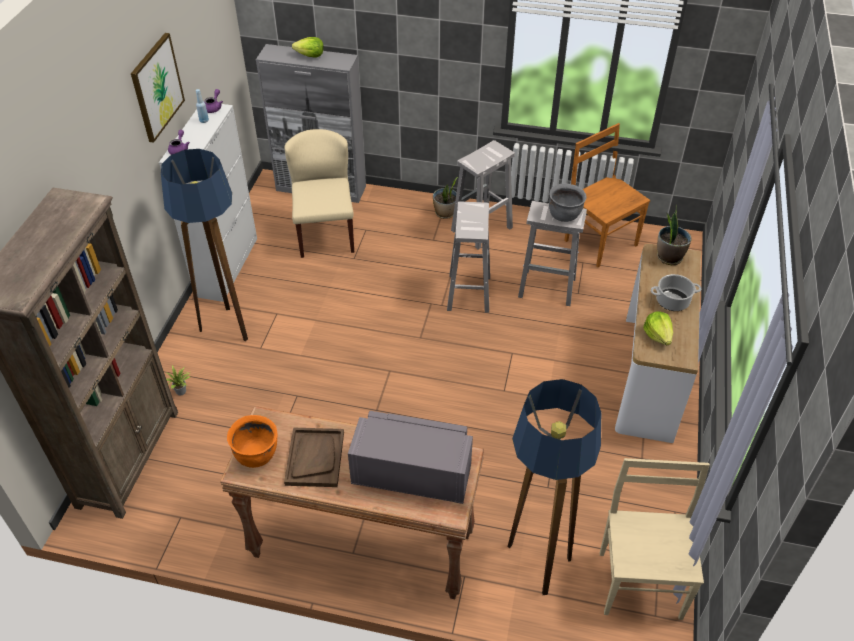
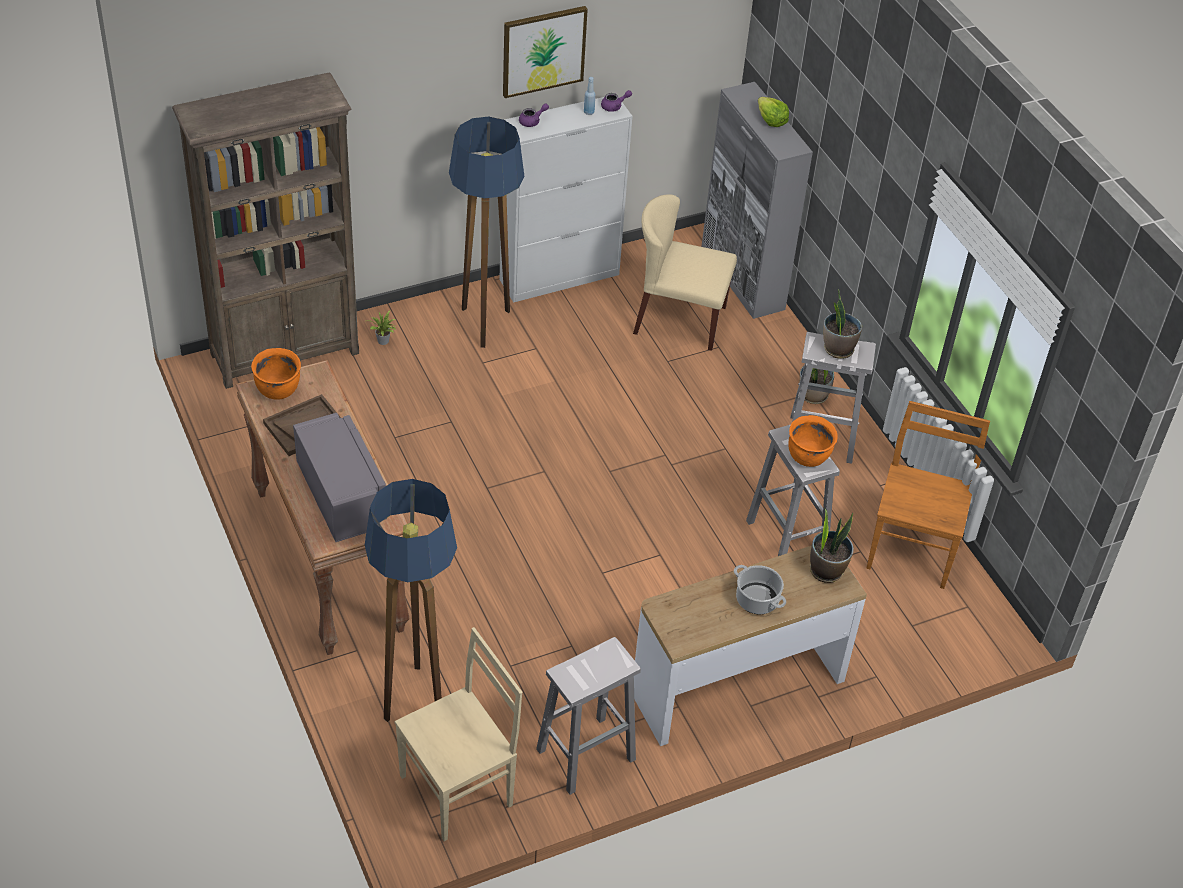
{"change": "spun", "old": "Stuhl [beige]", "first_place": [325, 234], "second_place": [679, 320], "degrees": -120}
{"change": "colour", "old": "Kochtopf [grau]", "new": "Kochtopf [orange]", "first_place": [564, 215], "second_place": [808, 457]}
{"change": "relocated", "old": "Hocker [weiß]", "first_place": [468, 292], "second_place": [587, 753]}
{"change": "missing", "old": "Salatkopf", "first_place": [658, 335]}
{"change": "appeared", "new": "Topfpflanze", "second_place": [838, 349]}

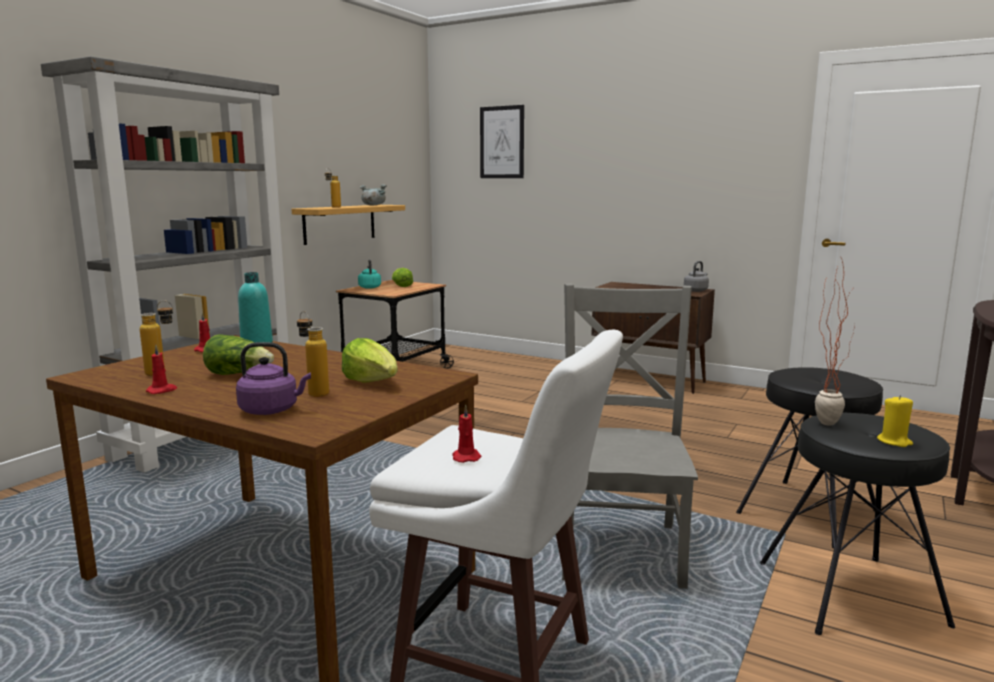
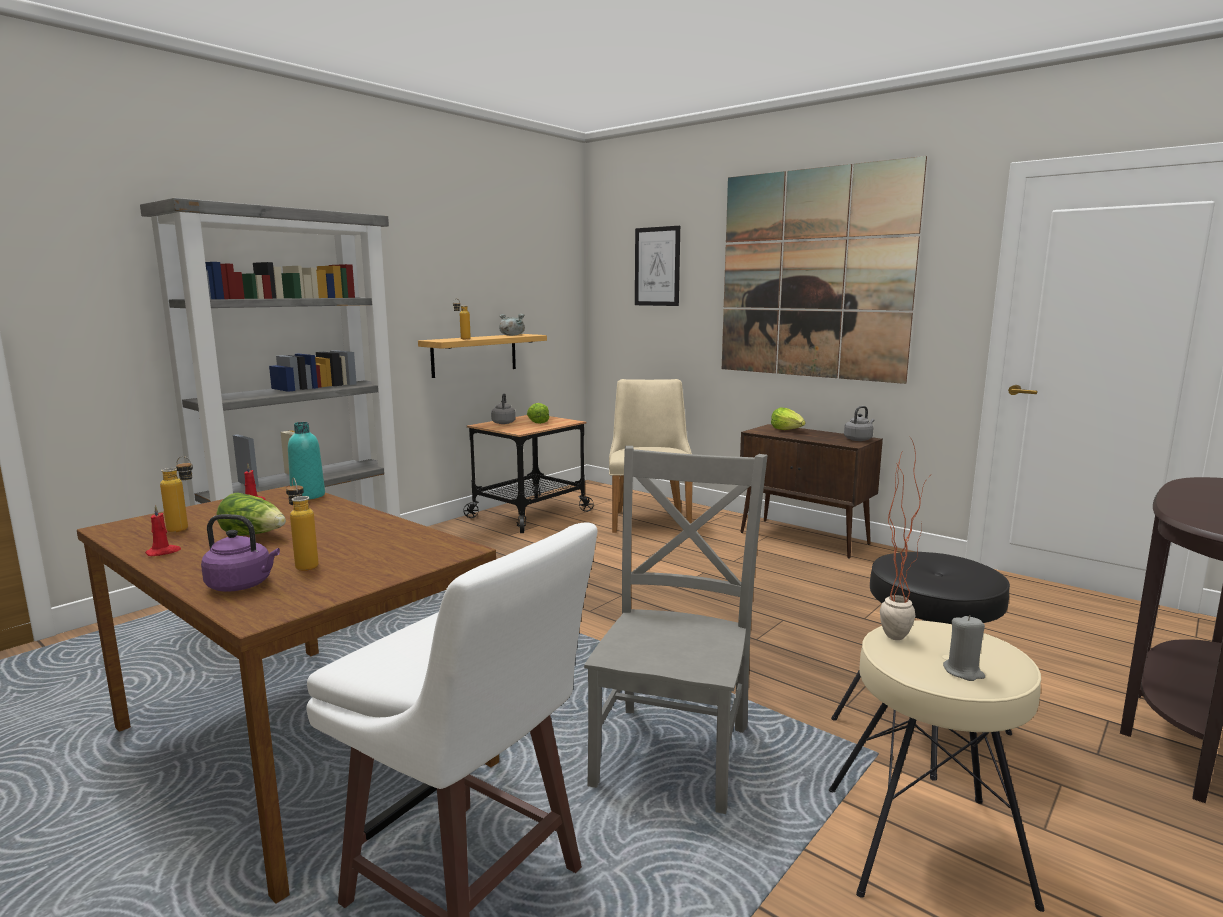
{"change": "colour", "old": "Wasserkessel [türkis]", "new": "Wasserkessel [grau]", "first_place": [369, 287], "second_place": [503, 422]}
{"change": "relocated", "old": "Salatkopf", "first_place": [372, 382], "second_place": [787, 430]}
{"change": "colour", "old": "Kerze [gelb]", "new": "Kerze [grau]", "first_place": [894, 442], "second_place": [963, 672]}
{"change": "missing", "old": "Kerze [rot]", "first_place": [465, 457]}
{"change": "colour", "old": "Hocker [schwarz]", "new": "Hocker [beige]", "first_place": [850, 594], "second_place": [925, 845]}
{"change": "appeared", "new": "Bild", "second_place": [813, 274]}
{"change": "appeared", "new": "Stuhl [beige]", "second_place": [650, 519]}

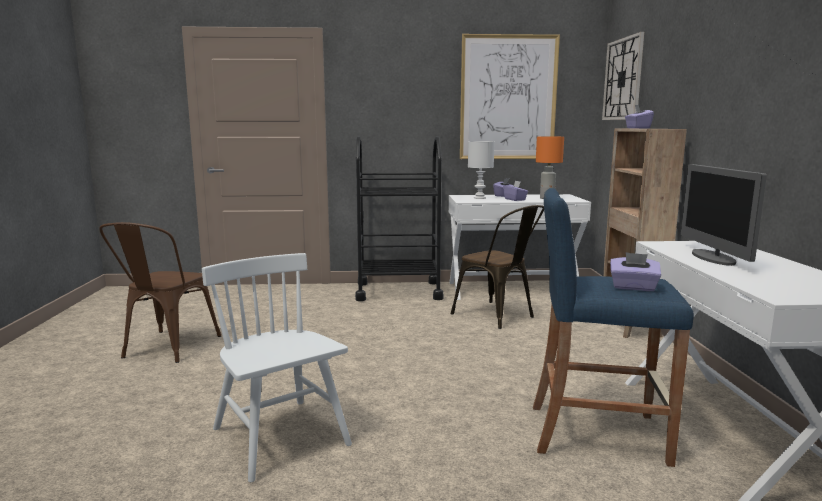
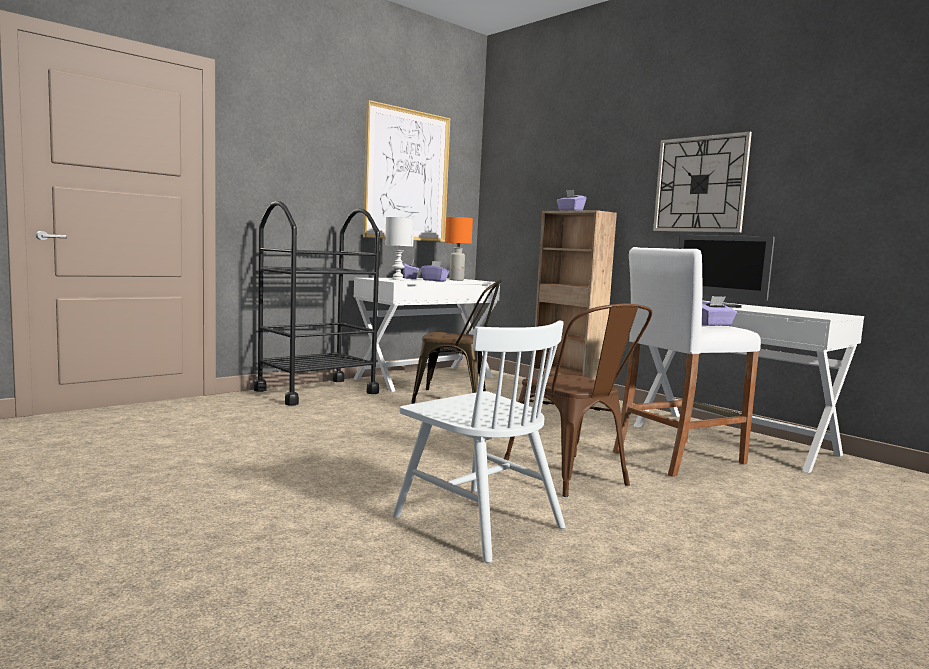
{"change": "relocated", "old": "Wanduhr", "first_place": [623, 79], "second_place": [700, 184]}
{"change": "colour", "old": "Hocker [blau]", "new": "Hocker [weiß]", "first_place": [597, 433], "second_place": [678, 457]}
{"change": "relocated", "old": "Stuhl [braun]", "first_place": [166, 349], "second_place": [573, 478]}
{"change": "spun", "old": "Stuhl [weiß]", "first_place": [280, 437], "second_place": [478, 522], "degrees": -150}

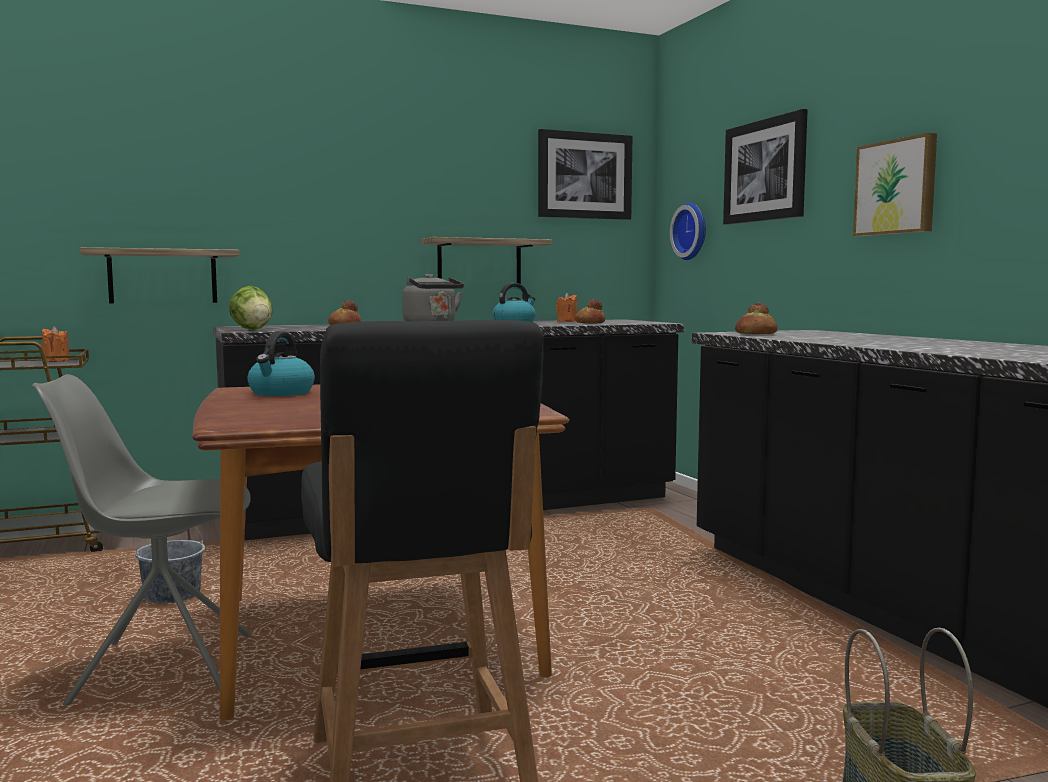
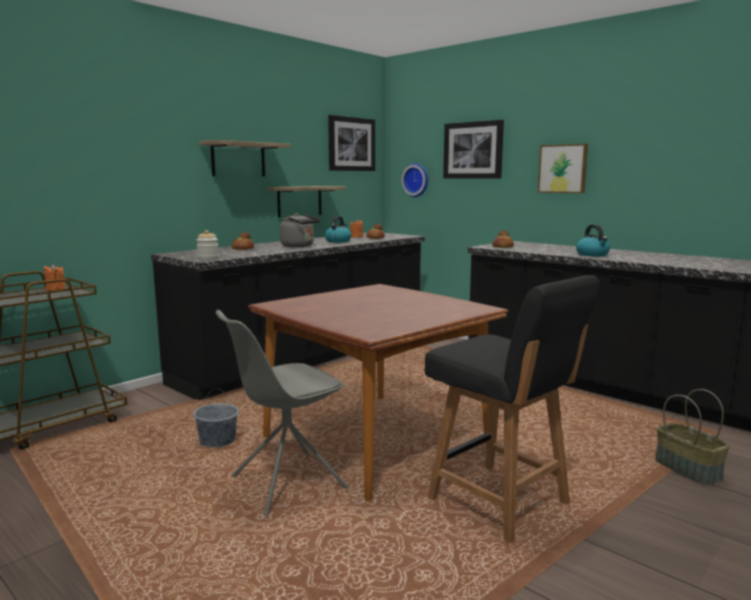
{"change": "relocated", "old": "Wandregal", "first_place": [163, 276], "second_place": [238, 159]}
{"change": "exchanged", "old": "Salatkopf", "new": "Vorratsglas", "first_place": [253, 330], "second_place": [208, 258]}
{"change": "relocated", "old": "Wasserkessel", "first_place": [281, 393], "second_place": [593, 255]}

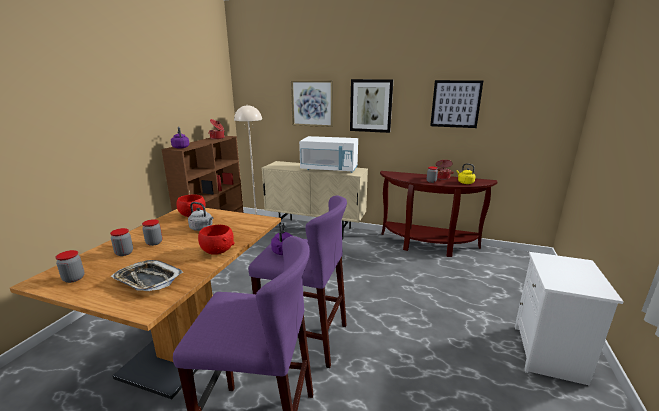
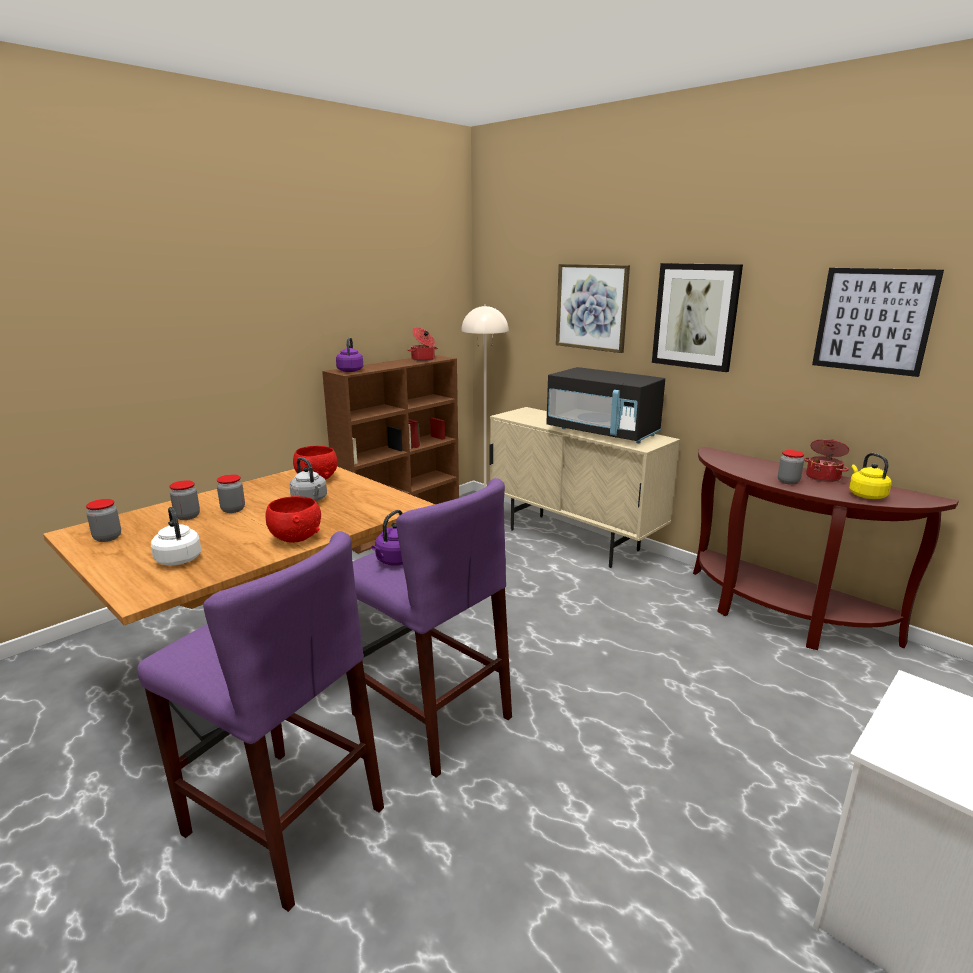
{"change": "colour", "old": "Mikrowelle [weiß]", "new": "Mikrowelle [schwarz]", "first_place": [329, 169], "second_place": [602, 433]}
{"change": "exchanged", "old": "Tablett", "new": "Wasserkessel [weiß]", "first_place": [148, 280], "second_place": [178, 558]}

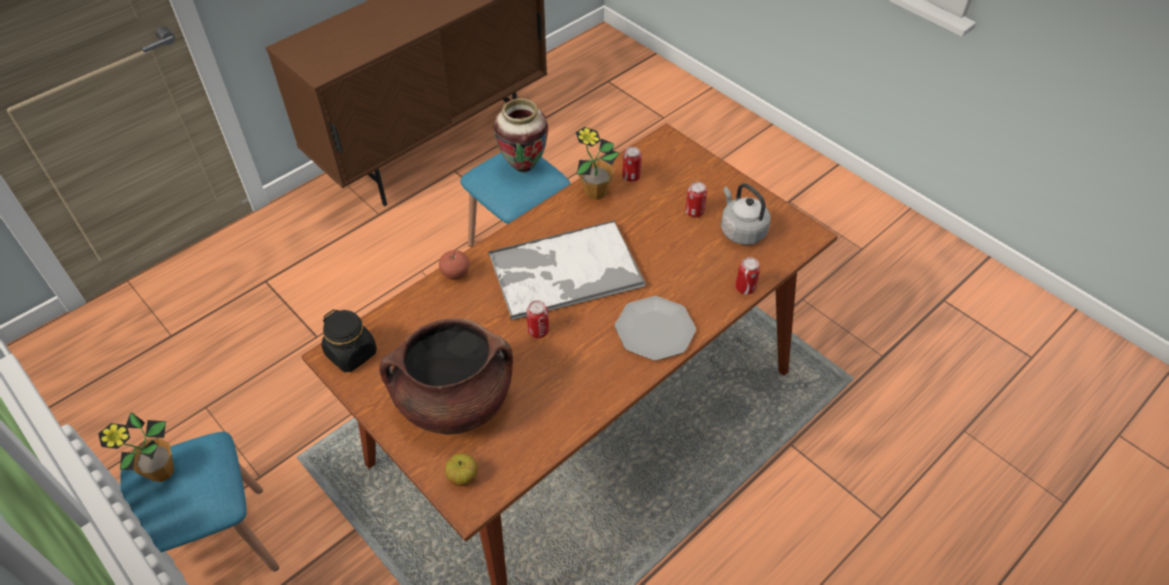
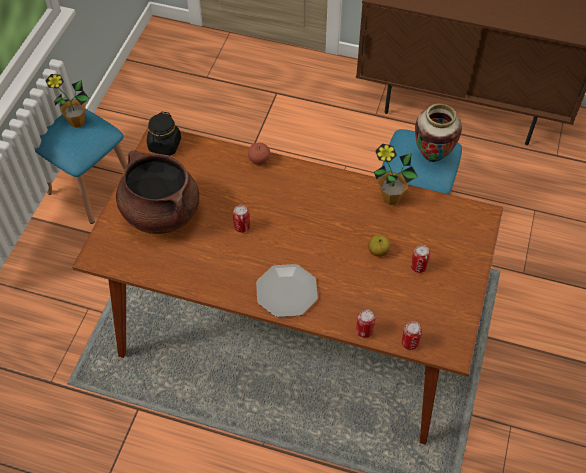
{"change": "relocated", "old": "Dose", "first_place": [631, 176], "second_place": [409, 343]}
{"change": "missing", "old": "Wasserkessel [grau]", "first_place": [741, 230]}
{"change": "missing", "old": "Tablett", "first_place": [564, 271]}
{"change": "relocated", "old": "Apfel", "first_place": [463, 477], "second_place": [378, 251]}

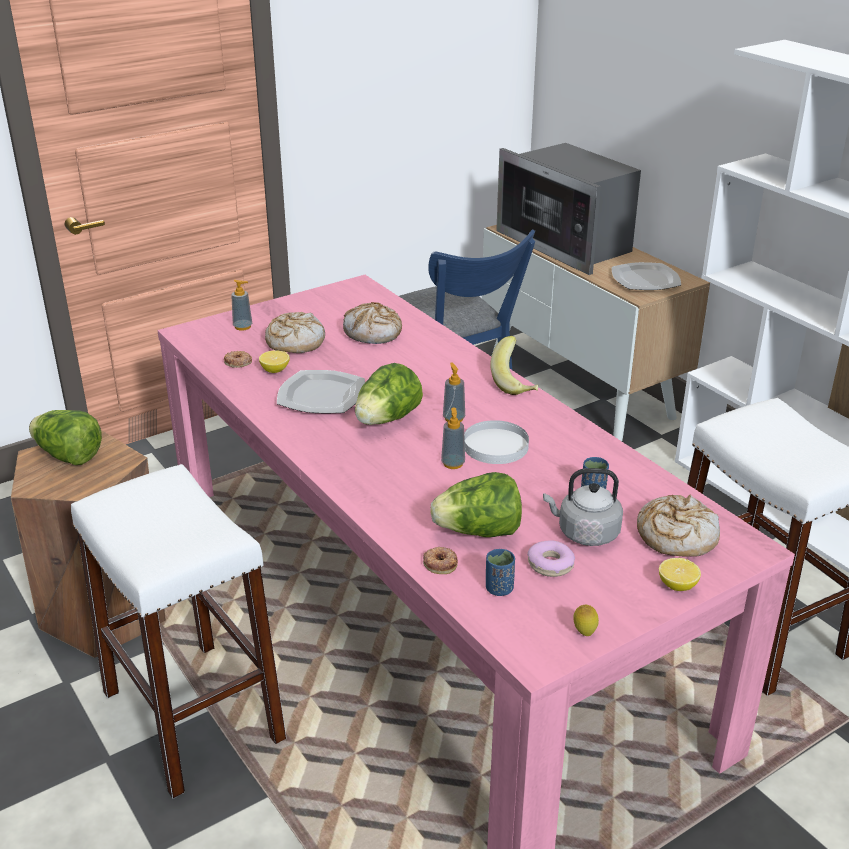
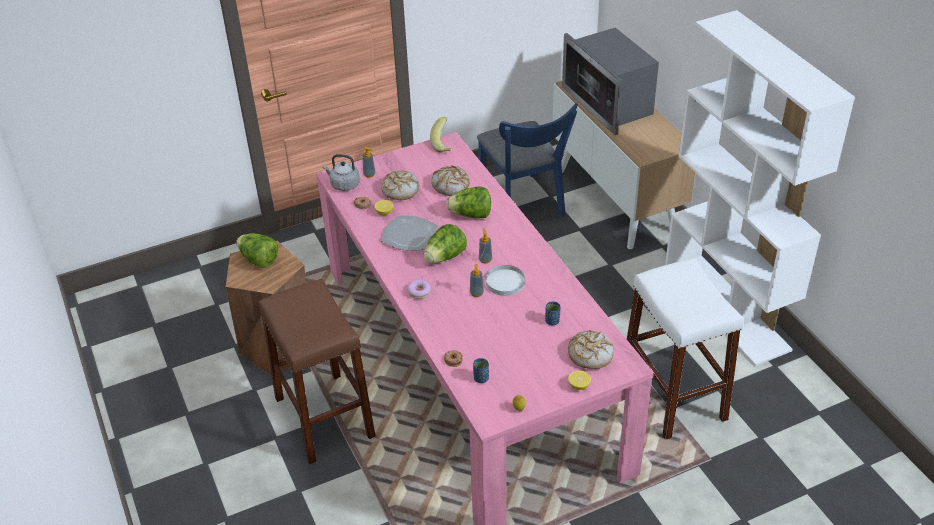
{"change": "missing", "old": "Teller", "first_place": [645, 279]}
{"change": "relocated", "old": "Banane", "first_place": [517, 383], "second_place": [445, 144]}
{"change": "colour", "old": "Hocker [weiß]", "new": "Hocker [braun]", "first_place": [192, 715], "second_place": [324, 417]}
{"change": "relocated", "old": "Wasserkessel [grau]", "first_place": [585, 533], "second_place": [343, 184]}
{"change": "relocated", "old": "Salatkopf", "first_place": [479, 532], "second_place": [471, 215]}
{"change": "relocated", "old": "Donut", "first_place": [550, 564], "second_place": [419, 292]}

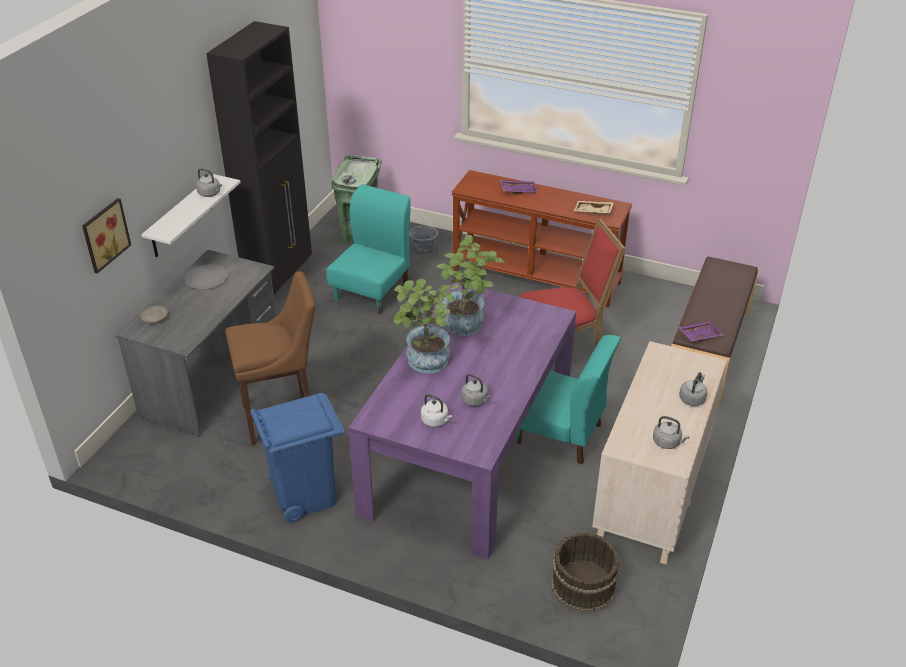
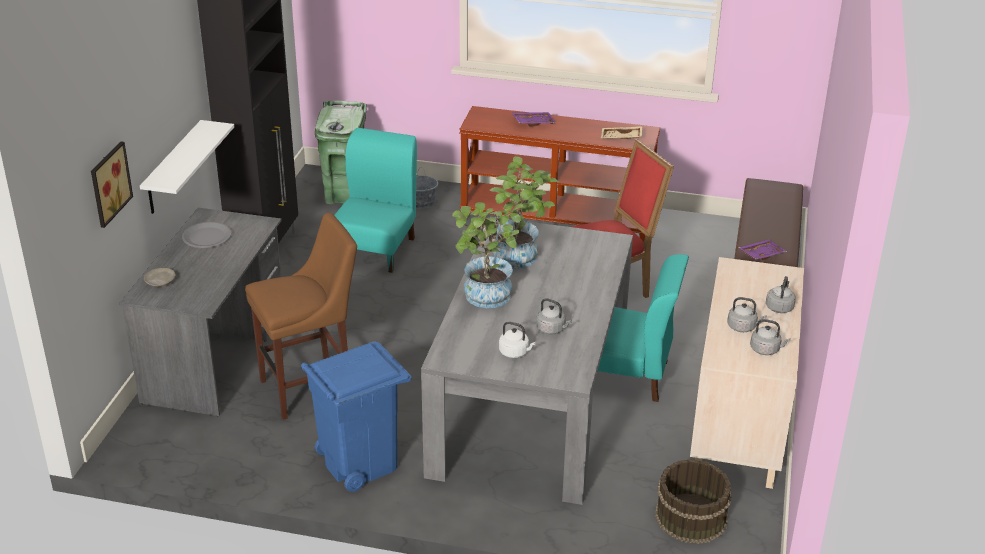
{"change": "relocated", "old": "Wasserkessel [grau]", "first_place": [210, 193], "second_place": [743, 327]}
{"change": "colour", "old": "Esstisch [lila]", "new": "Esstisch [grau]", "first_place": [468, 453], "second_place": [531, 403]}

